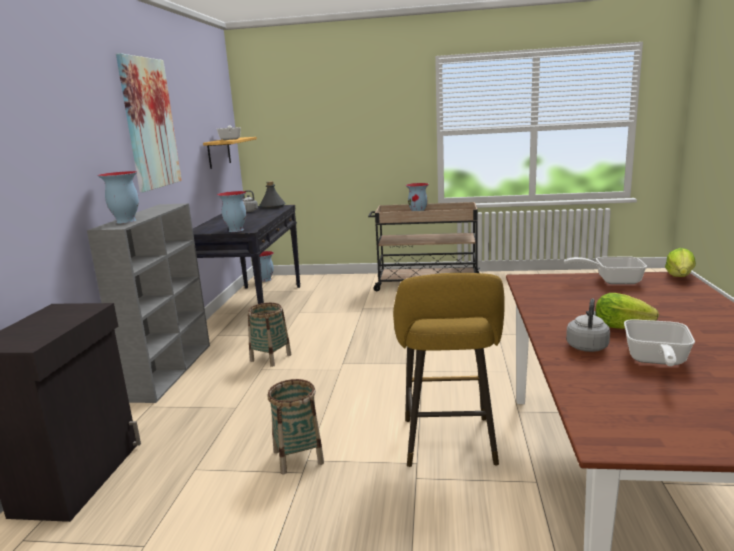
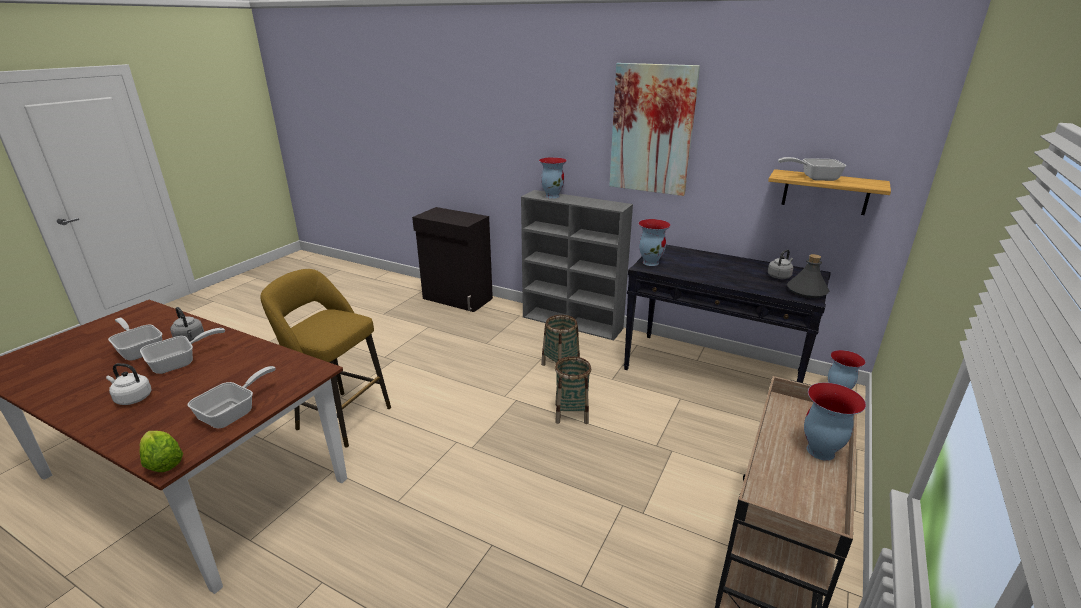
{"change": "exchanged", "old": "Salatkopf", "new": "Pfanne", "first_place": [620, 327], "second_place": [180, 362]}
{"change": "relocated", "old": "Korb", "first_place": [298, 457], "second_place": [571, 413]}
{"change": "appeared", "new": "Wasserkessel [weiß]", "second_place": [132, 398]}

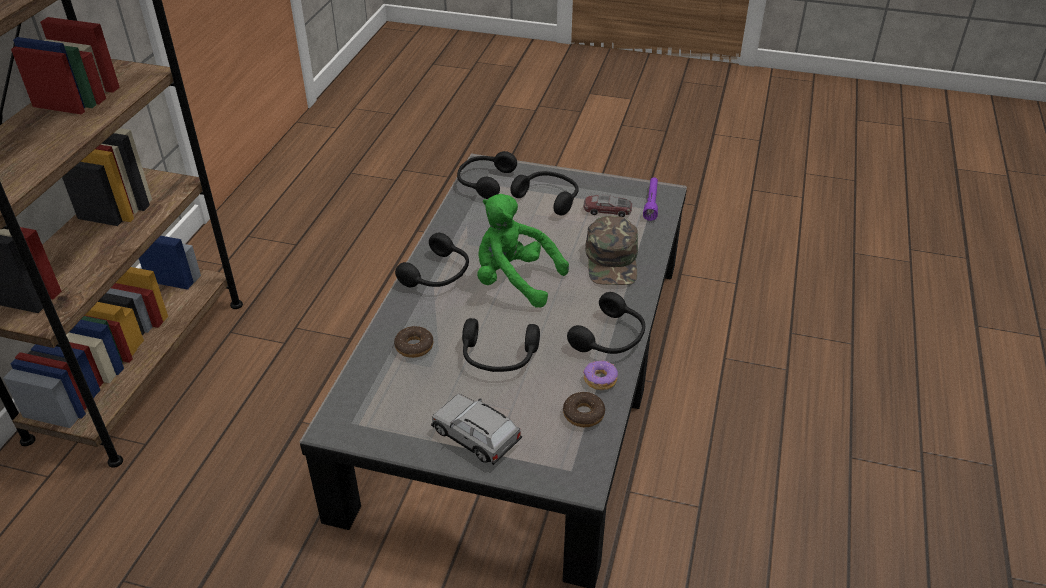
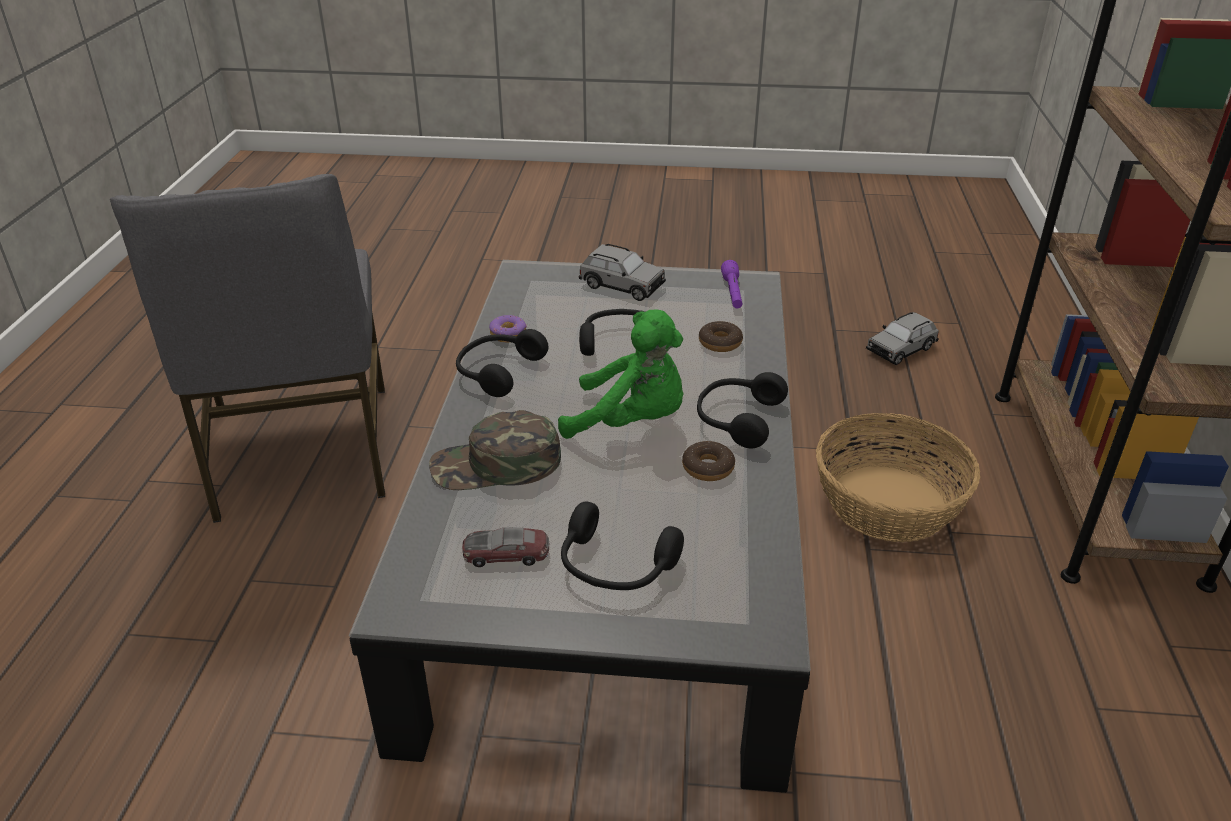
{"change": "missing", "old": "Kopfhörer [schwarz]", "first_place": [484, 182]}
{"change": "relocated", "old": "Taschenlampe [lila]", "first_place": [651, 203], "second_place": [732, 293]}
{"change": "spun", "old": "Kappe [grün]", "first_place": [612, 260], "second_place": [496, 465], "degrees": -90}
{"change": "relocated", "old": "Donut", "first_place": [583, 414], "second_place": [708, 468]}
{"change": "appeared", "new": "Stuhl [grau]", "second_place": [300, 453]}
{"change": "appeared", "new": "Spielzeugauto [grau]", "second_place": [901, 349]}
{"change": "appeared", "new": "Korb", "second_place": [889, 503]}

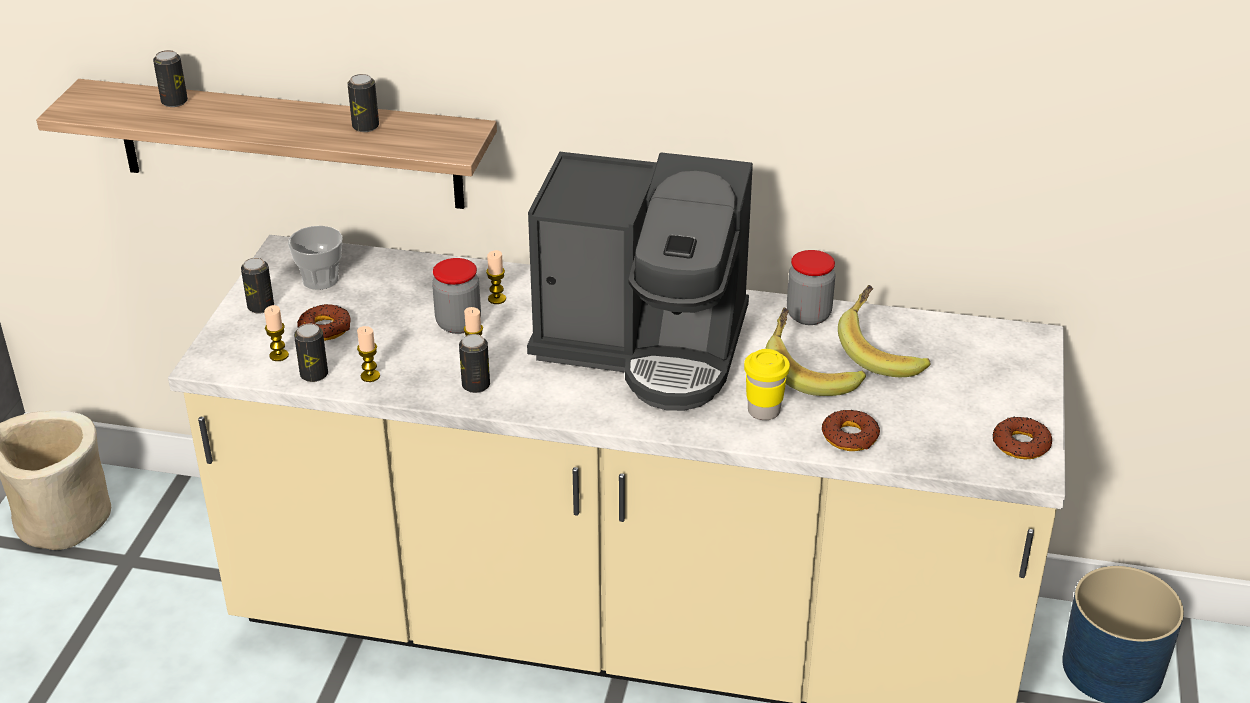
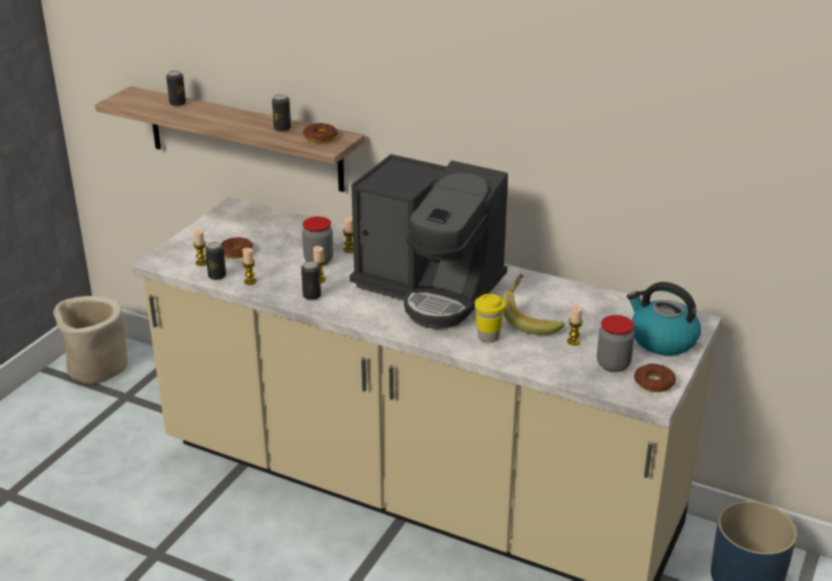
{"change": "missing", "old": "Tasse", "first_place": [320, 279]}
{"change": "relocated", "old": "Vorratsglas", "first_place": [808, 315], "second_place": [613, 364]}
{"change": "missing", "old": "Dose", "first_place": [261, 307]}
{"change": "missing", "old": "Banane", "first_place": [882, 352]}
{"change": "relocated", "old": "Donut", "first_place": [850, 436], "second_place": [320, 137]}
{"change": "appeared", "new": "Wasserkessel", "second_place": [662, 340]}
{"change": "appeared", "new": "Kerze", "second_place": [573, 341]}

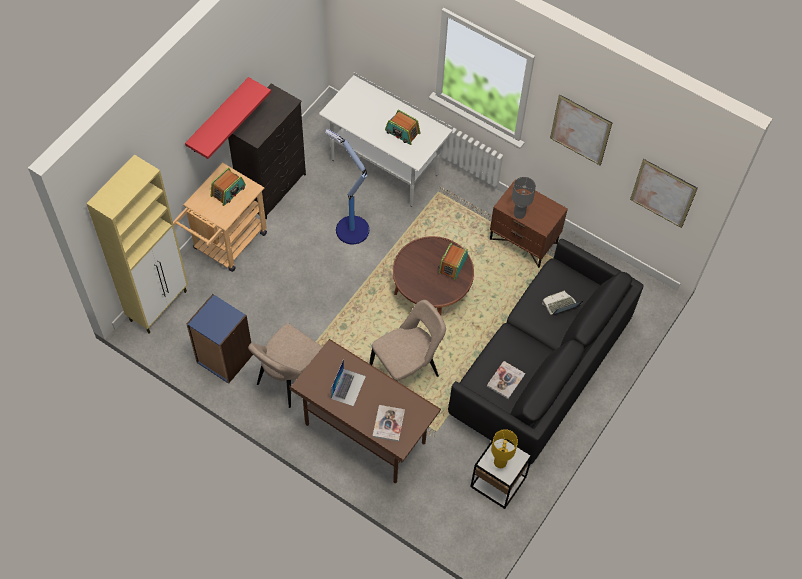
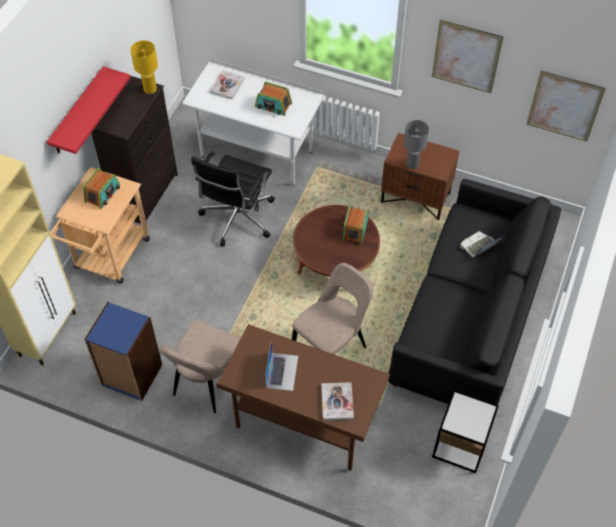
{"change": "exchanged", "old": "Stehlampe", "new": "Bürostuhl [schwarz]", "first_place": [351, 229], "second_place": [237, 219]}
{"change": "relocated", "old": "Buch", "first_place": [505, 380], "second_place": [227, 86]}
{"change": "relocated", "old": "Tischlampe [gelb]", "first_place": [499, 462], "second_place": [150, 89]}

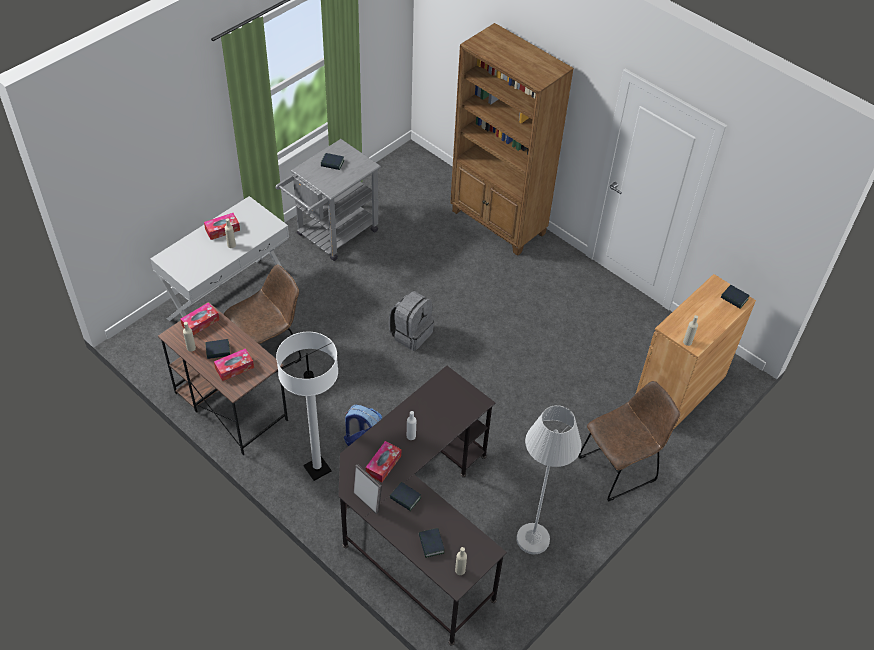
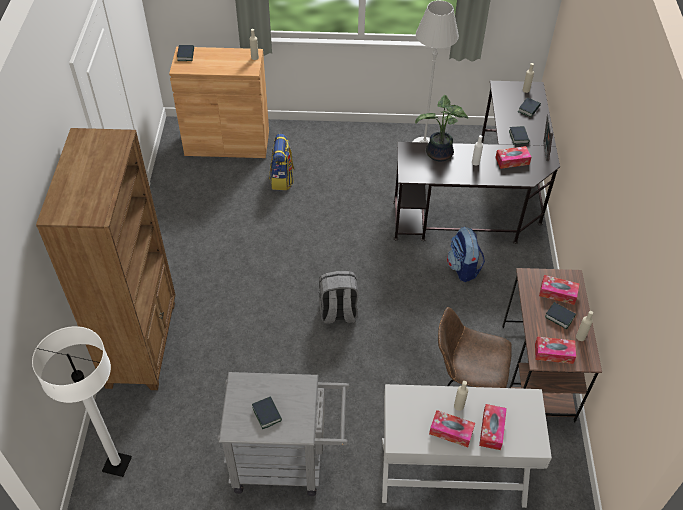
{"change": "relocated", "old": "Stehlampe [weiß]", "first_place": [317, 469], "second_place": [117, 464]}
{"change": "missing", "old": "Stuhl [braun]", "first_place": [620, 467]}
{"change": "appeared", "new": "Topfpflanze", "second_place": [439, 155]}
{"change": "appeared", "new": "Rucksack", "second_place": [282, 179]}
{"change": "appeared", "new": "Taschentuchbox", "second_place": [492, 430]}

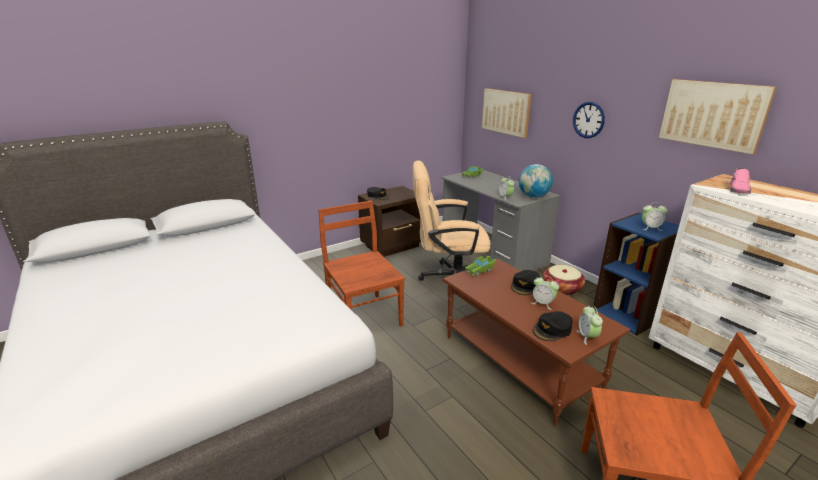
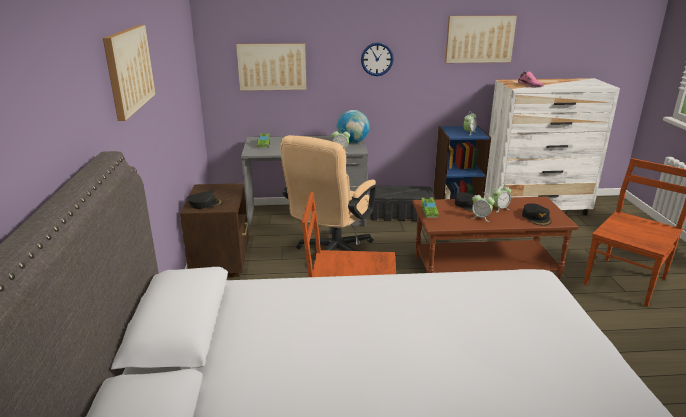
{"change": "exchanged", "old": "Korb", "new": "Aufbewahrungsbox [schwarz]", "first_place": [562, 288], "second_place": [401, 215]}
{"change": "relocated", "old": "Wecker", "first_place": [587, 337], "second_place": [481, 218]}
{"change": "appeared", "new": "Bild", "second_place": [128, 69]}

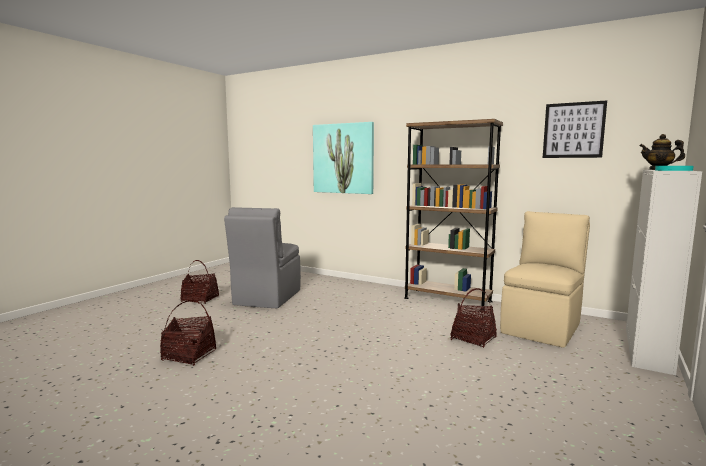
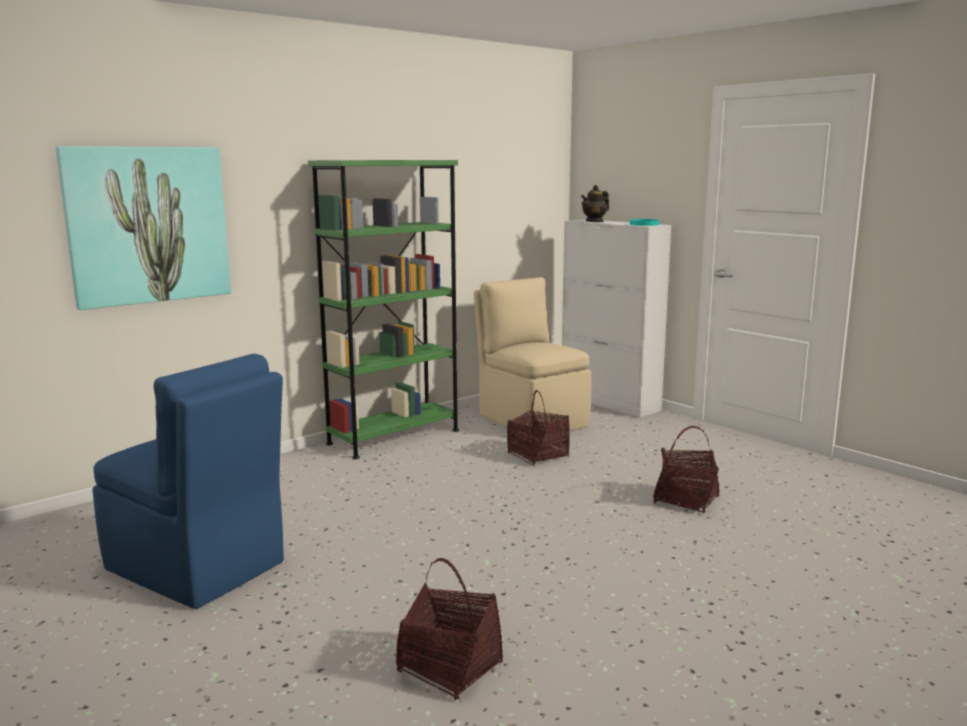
{"change": "missing", "old": "Bild", "first_place": [573, 130]}
{"change": "colour", "old": "Bücherregal [braun]", "new": "Bücherregal [grün]", "first_place": [447, 300], "second_place": [394, 437]}
{"change": "colour", "old": "Stuhl [grau]", "new": "Stuhl [blau]", "first_place": [266, 298], "second_place": [197, 567]}
{"change": "relocated", "old": "Korb", "first_place": [200, 299], "second_place": [686, 500]}

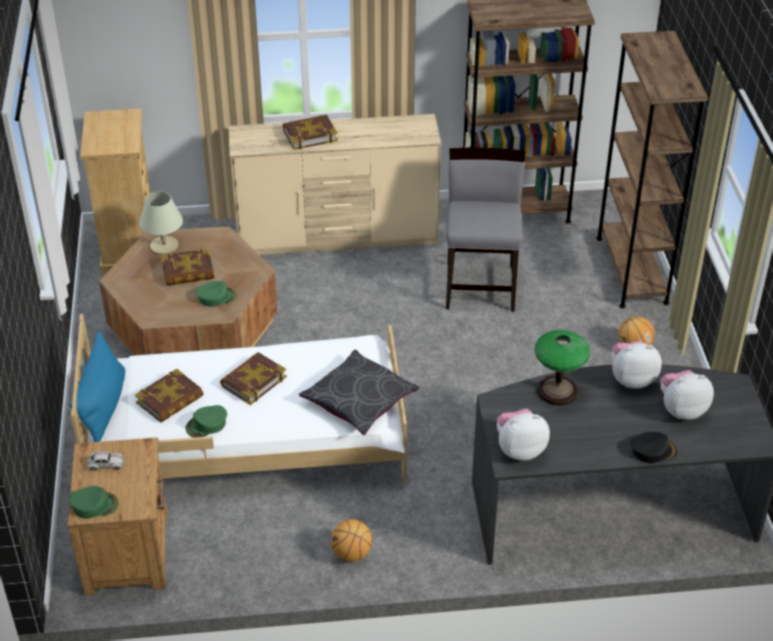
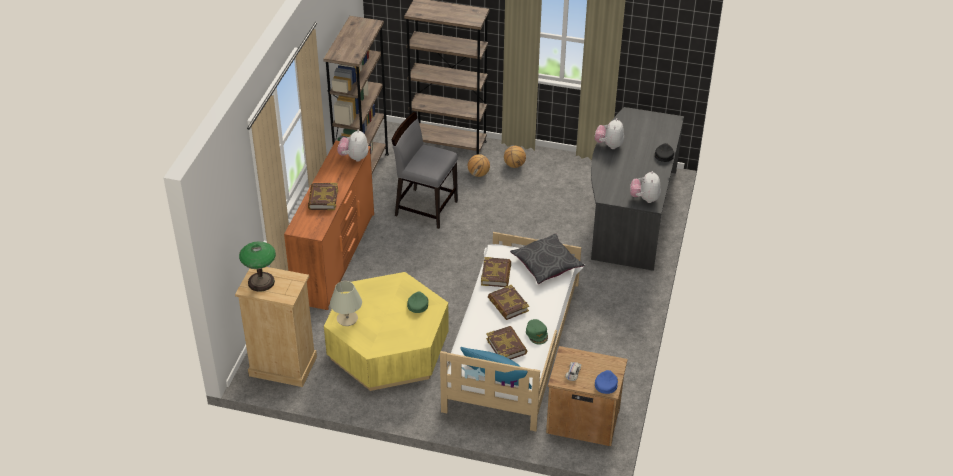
{"change": "colour", "old": "Kommode [beige]", "new": "Kommode [orange]", "first_place": [337, 236], "second_place": [335, 257]}
{"change": "colour", "old": "Couchtisch [braun]", "new": "Couchtisch [gelb]", "first_place": [193, 326], "second_place": [388, 348]}
{"change": "relocated", "old": "Buch", "first_place": [188, 271], "second_place": [496, 274]}
{"change": "relocated", "old": "Tischlampe", "first_place": [557, 391], "second_place": [261, 282]}
{"change": "relocated", "old": "Plüschtier", "first_place": [681, 409], "second_place": [354, 157]}
{"change": "colour", "old": "Kappe [grün]", "new": "Kappe [blau]", "first_place": [94, 505], "second_place": [606, 384]}
{"change": "relocated", "old": "Basketball", "first_place": [352, 553], "second_place": [478, 174]}

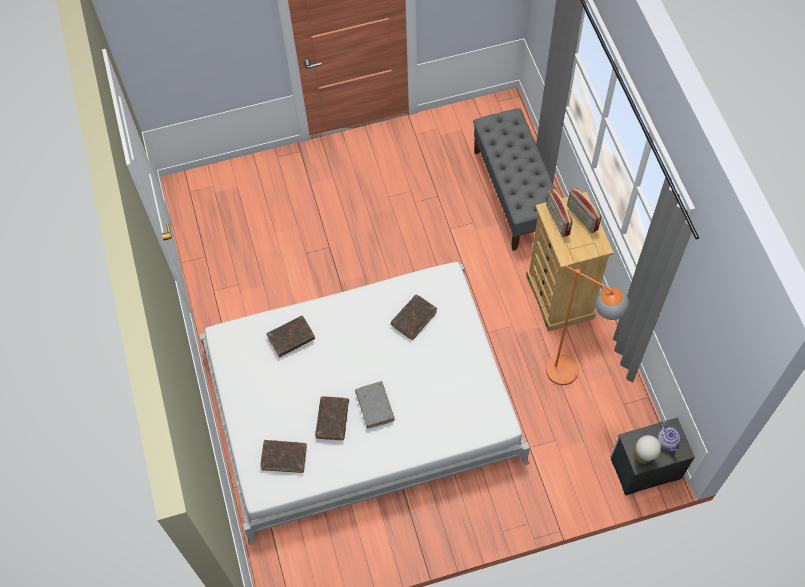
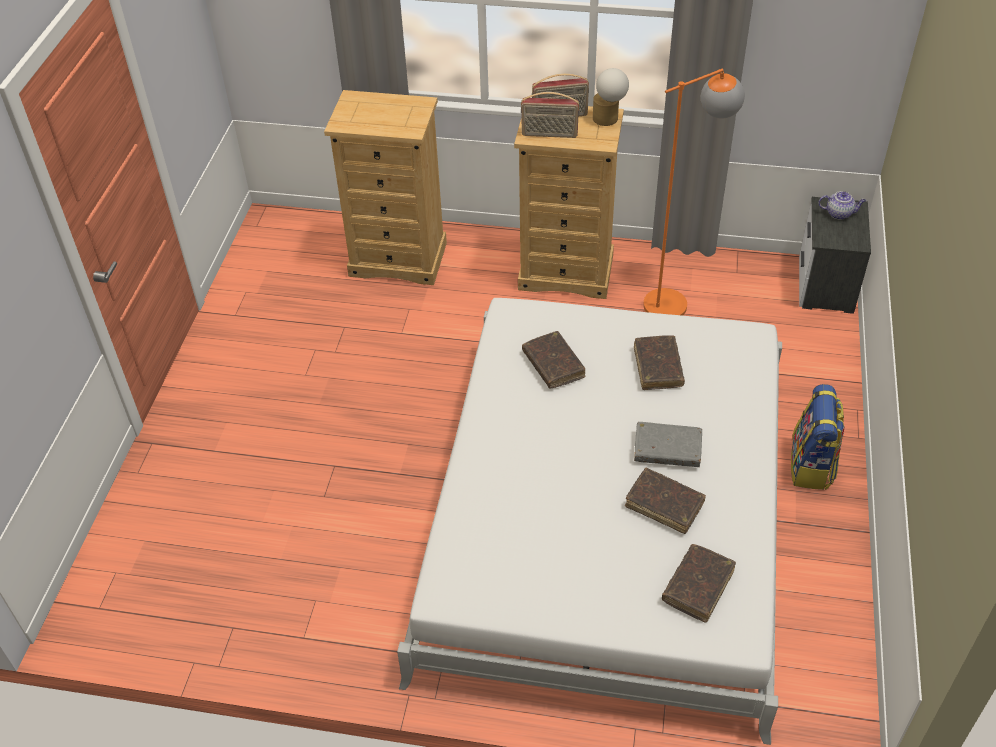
{"change": "exchanged", "old": "Bank [grau]", "new": "Kommode [beige]", "first_place": [514, 194], "second_place": [398, 259]}
{"change": "relocated", "old": "Buch [braun]", "first_place": [291, 338], "second_place": [658, 367]}
{"change": "relocated", "old": "Tischlampe", "first_place": [642, 457], "second_place": [608, 119]}
{"change": "appeared", "new": "Rucksack", "second_place": [811, 466]}

